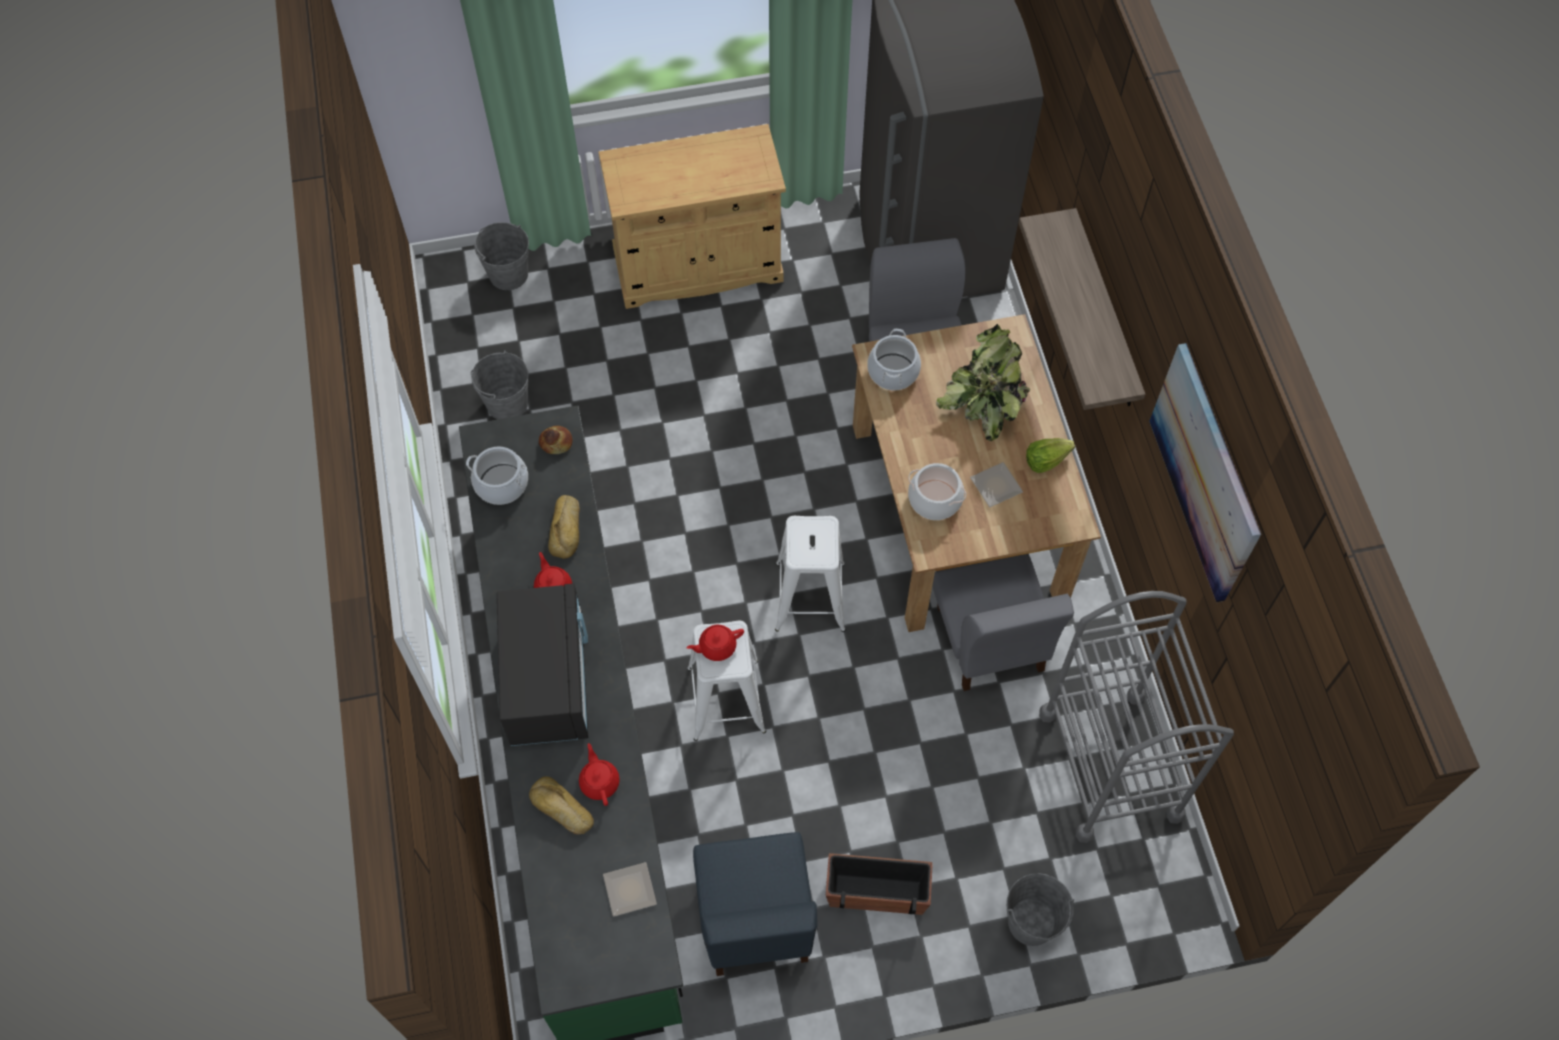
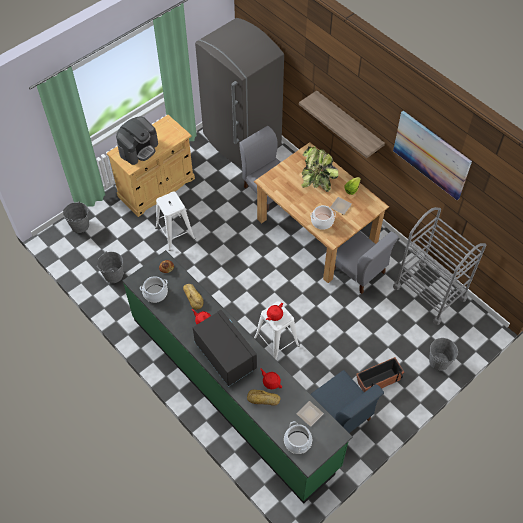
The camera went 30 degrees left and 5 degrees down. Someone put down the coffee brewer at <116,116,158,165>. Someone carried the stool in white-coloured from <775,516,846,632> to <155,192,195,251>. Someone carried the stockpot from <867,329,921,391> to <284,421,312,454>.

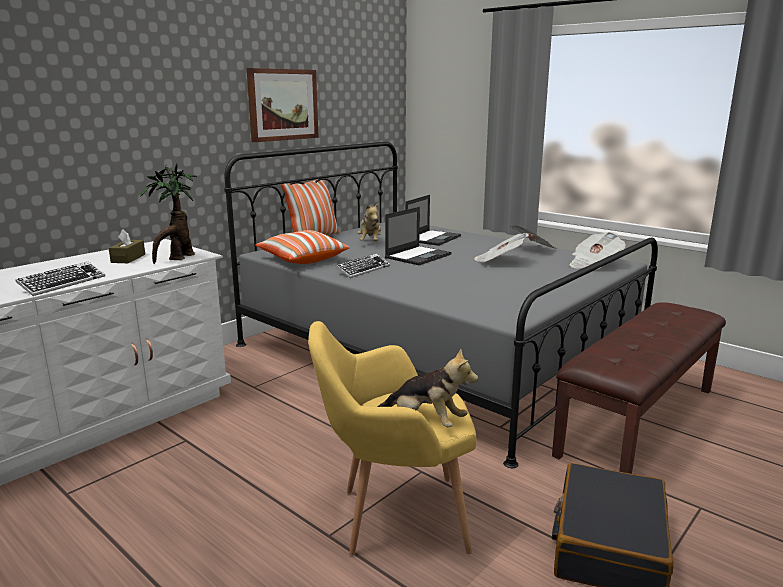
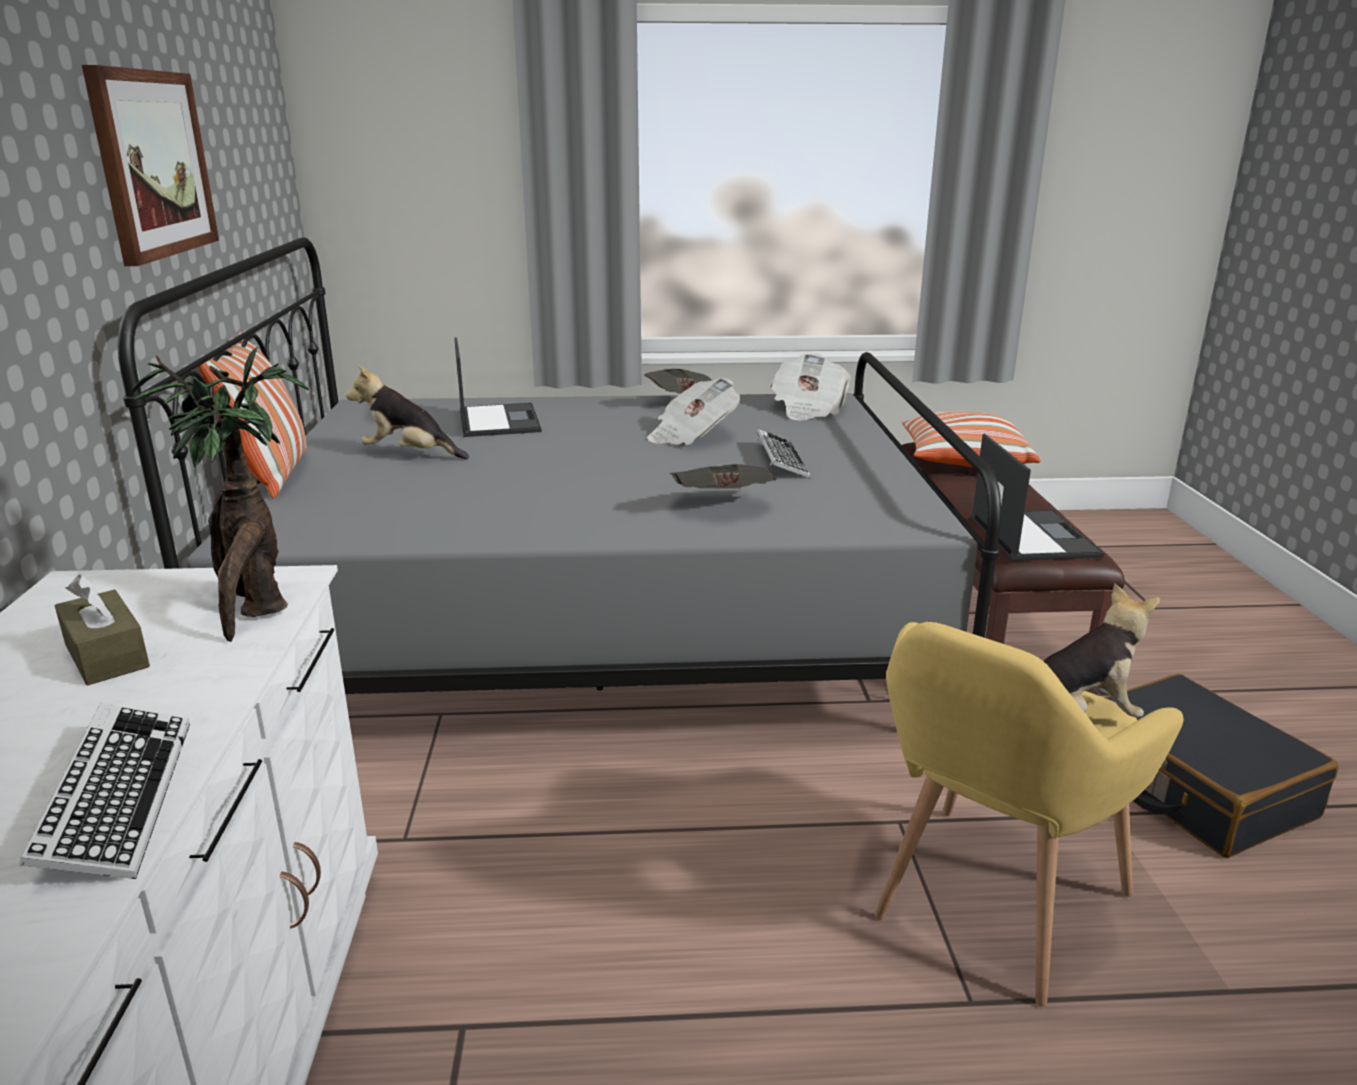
The camera went 45 degrees left and 5 degrees up. Someone rotated the soft toy at <357,203,381,241> by 150 degrees clockwise. Someone put down the printed paper at <669,464,777,489>. Someone carried the keyboard from <335,254,390,278> to <757,429,810,478>. Someone carried the throw pillow from <255,230,350,264> to <901,412,1041,467>. Someone carried the notebook computer from <385,207,452,265> to <971,433,1105,561>.

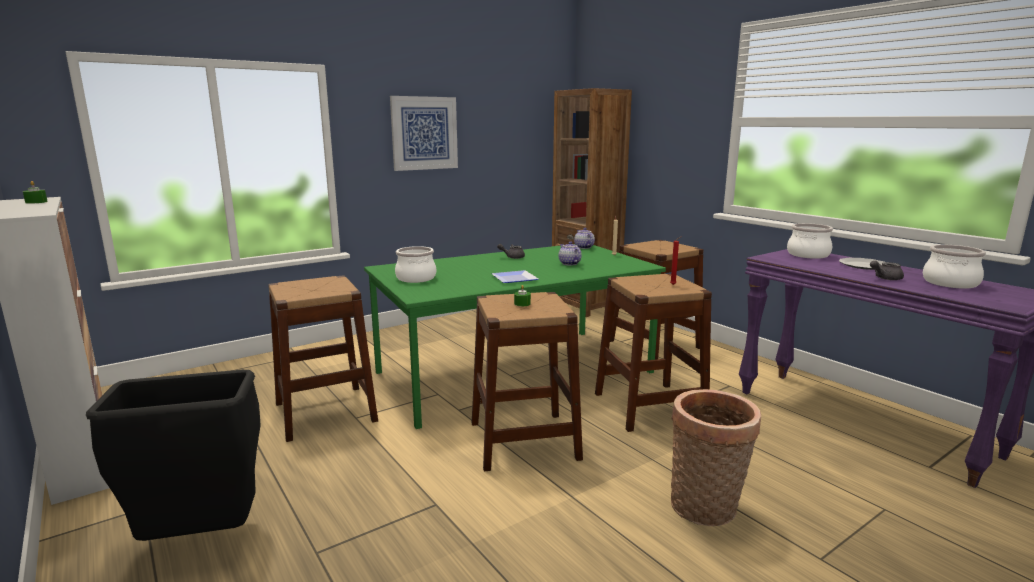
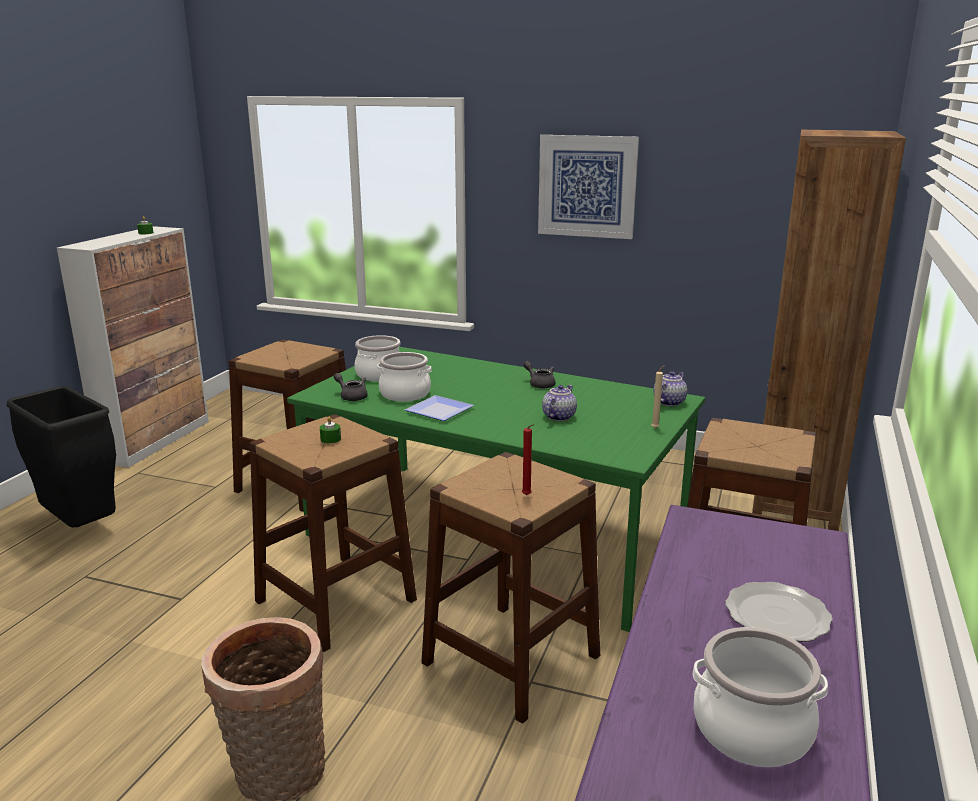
The camera went 55 degrees right and 5 degrees up. Someone carried the tea pot in grey from <870,260,904,280> to <334,373,368,401>. Someone carried the stockpot from <787,223,833,259> to <377,352,432,402>.

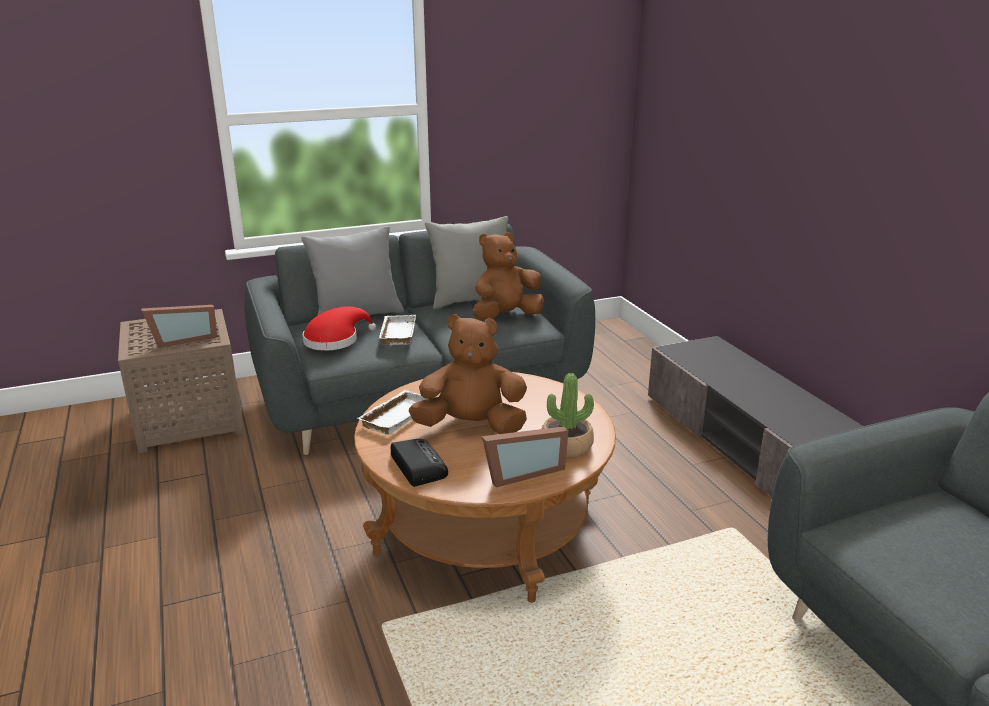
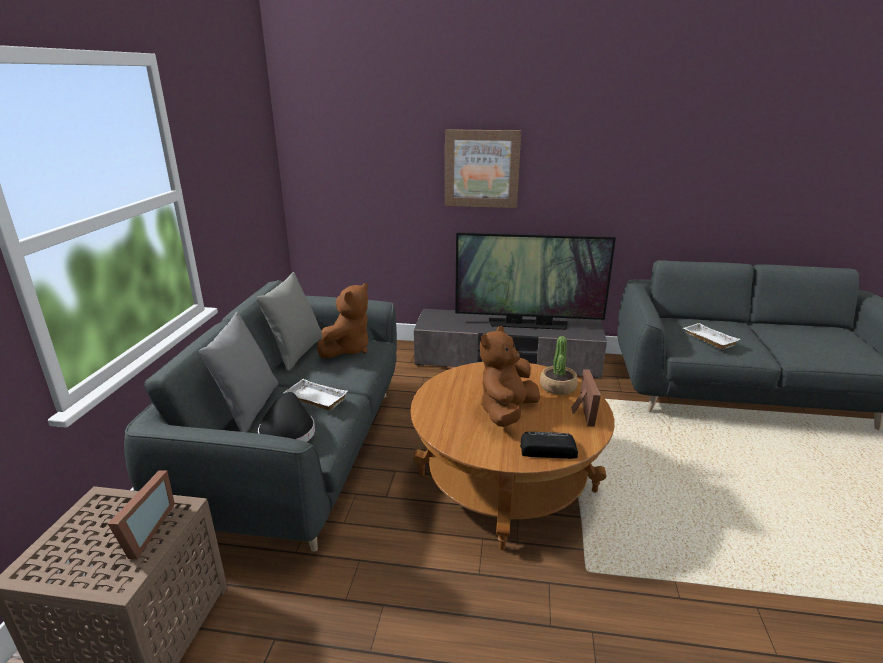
The camera went 60 degrees left and 0 degrees up. Someone repainted the hat in reddish at <303,307,376,351>, which became the hat in black at <258,392,315,442>. Someone rotated the soft toy in brown-coloured at <473,232,544,320> by 150 degrees counterclockwise. Someone put up the wall art at <445,129,521,208>. Someone put down the TV at <455,232,616,330>. Someone carried the carrying tray in white-coloured from <358,390,426,435> to <683,323,740,349>.

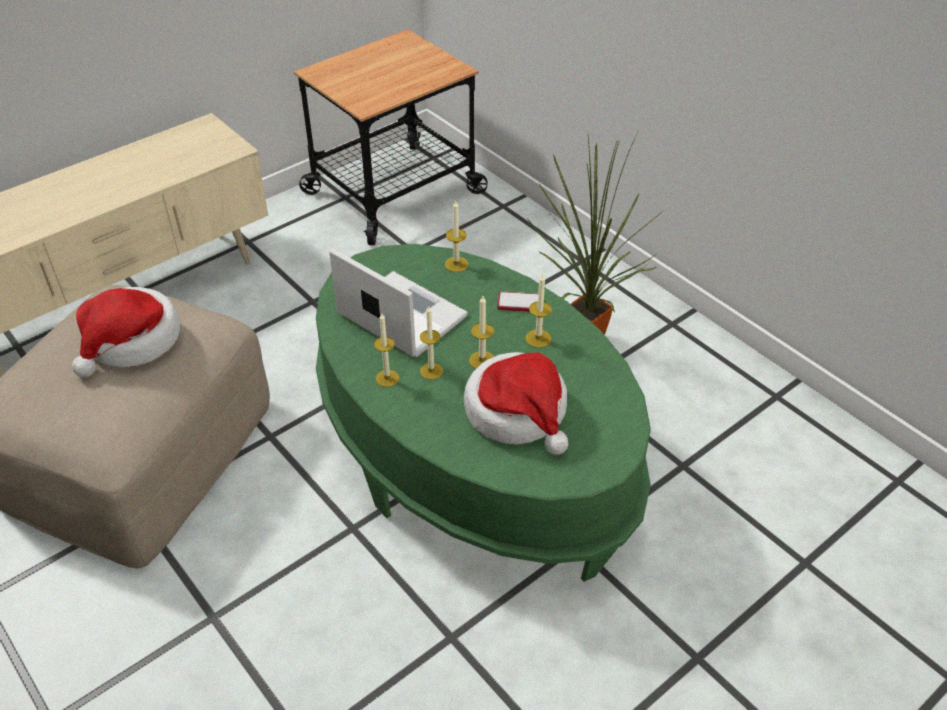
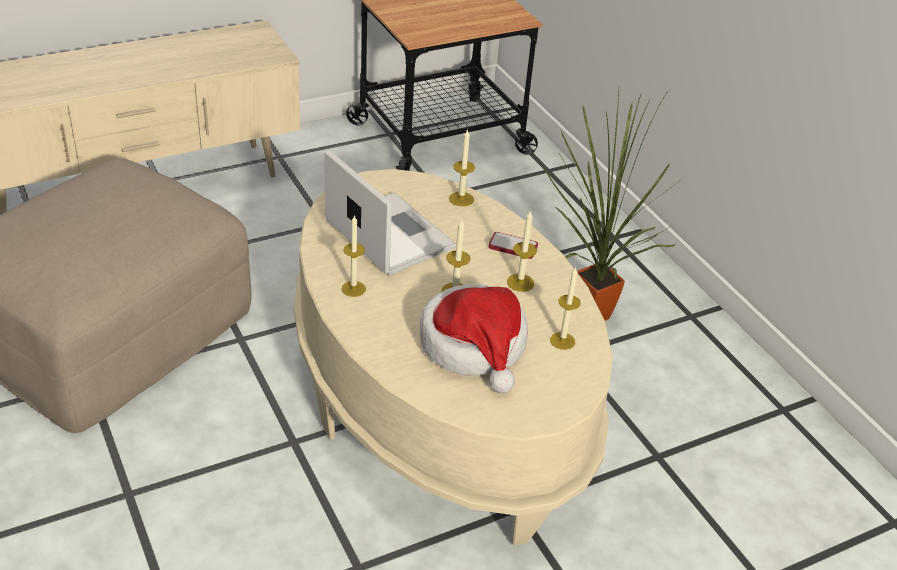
The camera went 10 degrees right and 5 degrees down. Someone repainted the low table in green-coloured at <316,244,651,582>, which became the low table in sand-coloured at <294,169,613,546>. Someone carried the wax light from <420,306,443,380> to <550,267,580,350>. Someone took away the hat at <72,287,181,378>.

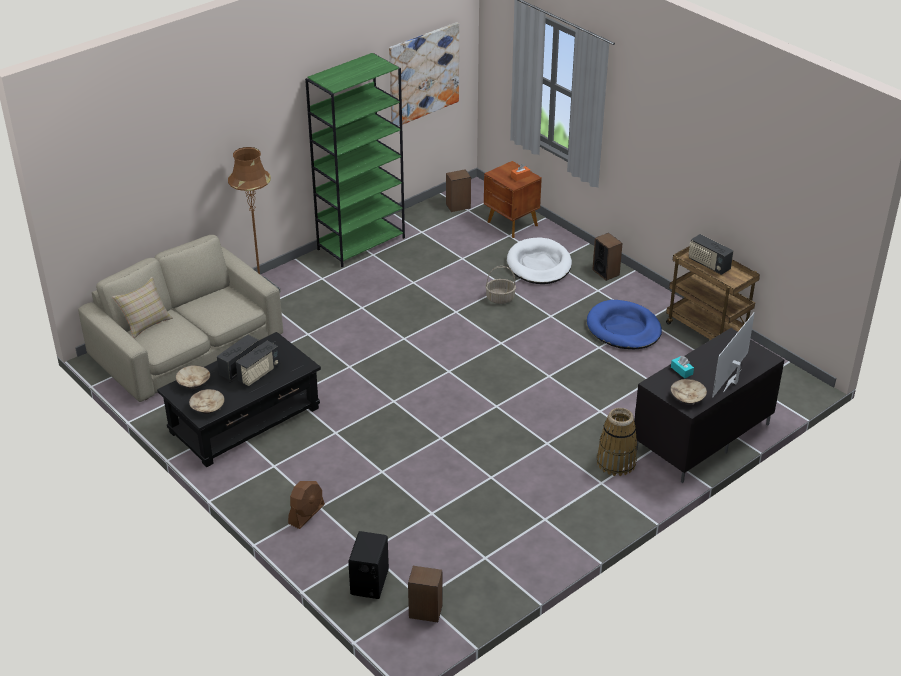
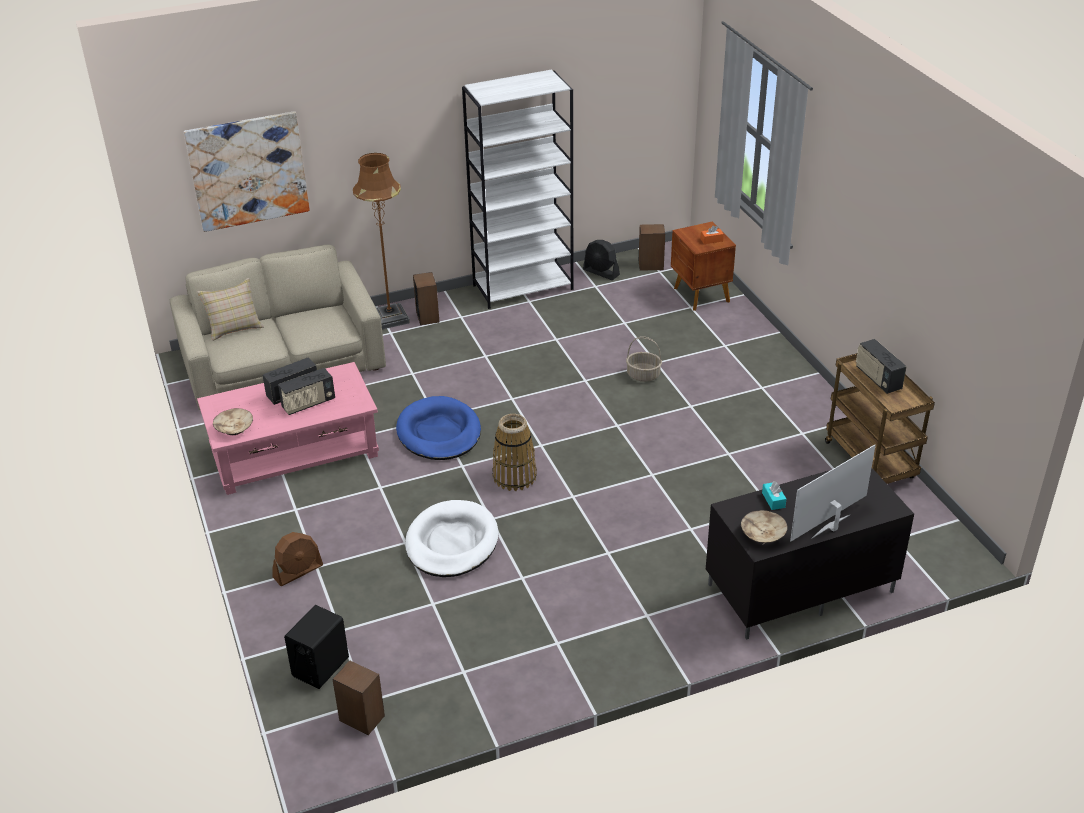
The camera went 20 degrees right and 0 degrees up. Someone carried the wall art from <389,22,459,126> to <184,111,310,232>. Someone repainted the low table in black at <157,332,321,467>, which became the low table in pinkish at <197,362,379,495>. Someone carried the dog cushion in blue-coloured from <587,300,662,349> to <396,396,481,460>. Someone carried the dog cushion in white-coloured from <507,237,572,284> to <405,500,499,577>. Someone carried the speaker from <592,233,623,281> to <413,272,440,325>. Someone repainted the shelving unit in green-coloured at <305,53,405,267>, which became the shelving unit in white-coloured at <462,70,573,309>. Someone carried the storage basket from <597,408,637,476> to <492,414,537,491>. Someone put down the fan in black at <583,240,620,280>. Someone took away the deep dish in sand-coloured at <176,365,210,389>.

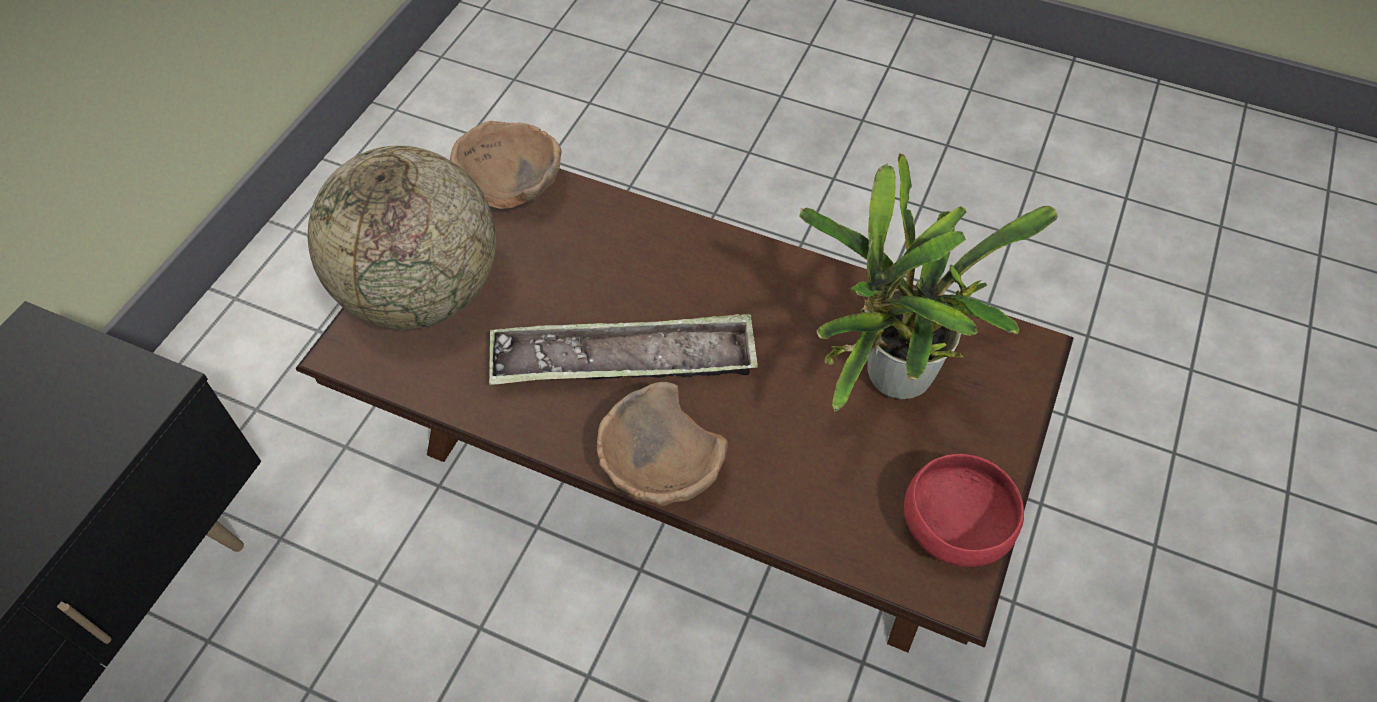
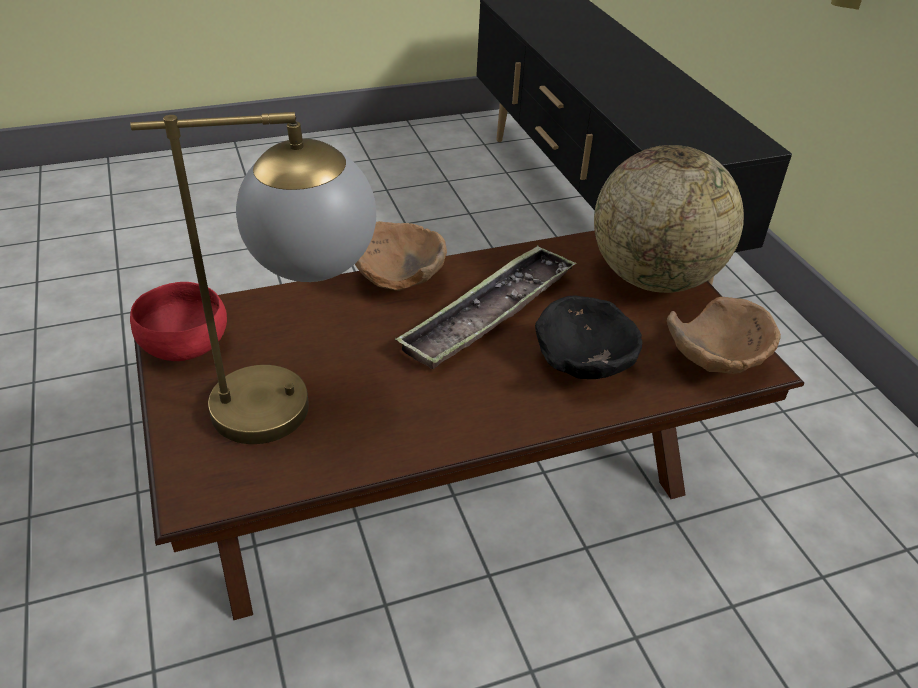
The camera went 135 degrees right and 15 degrees down. Someone swapped the plant in a pot at <799,153,1058,412> for the tabletop lamp at <130,112,376,444>. Someone put down the deep dish in black at <535,295,642,379>.

